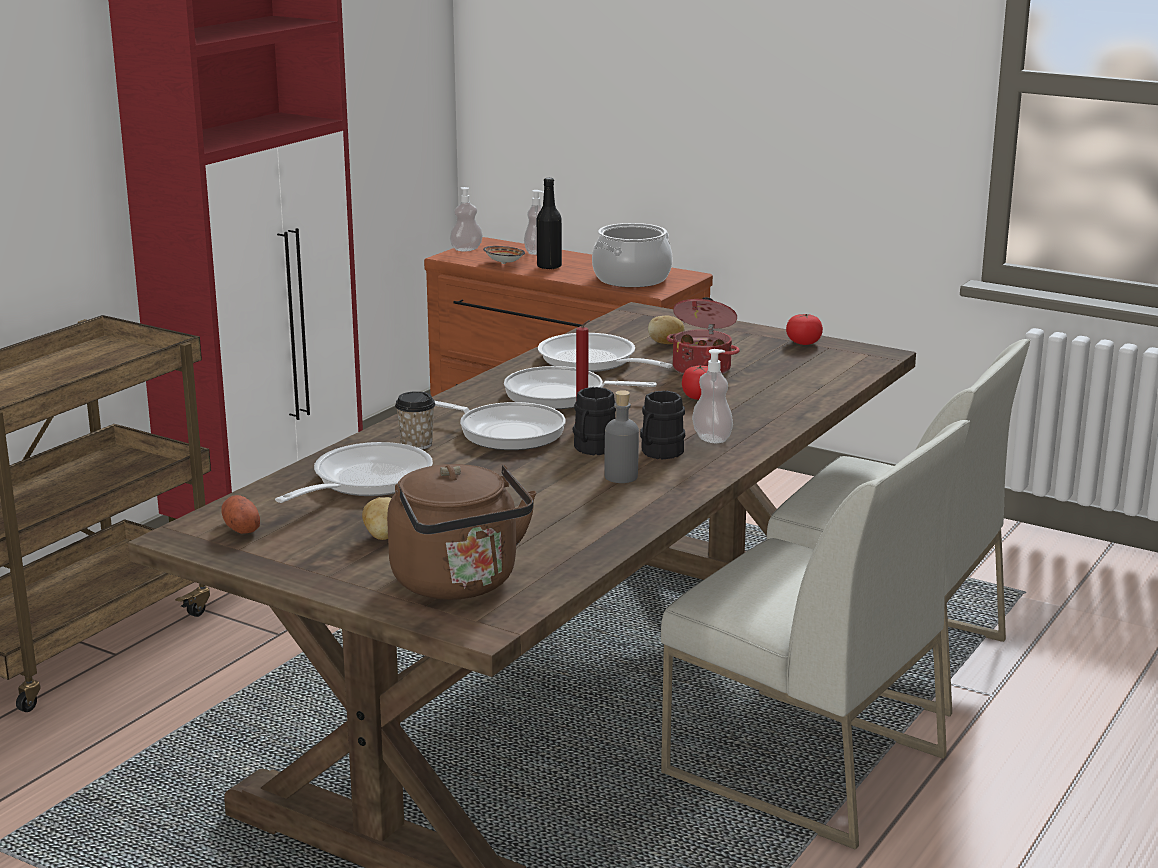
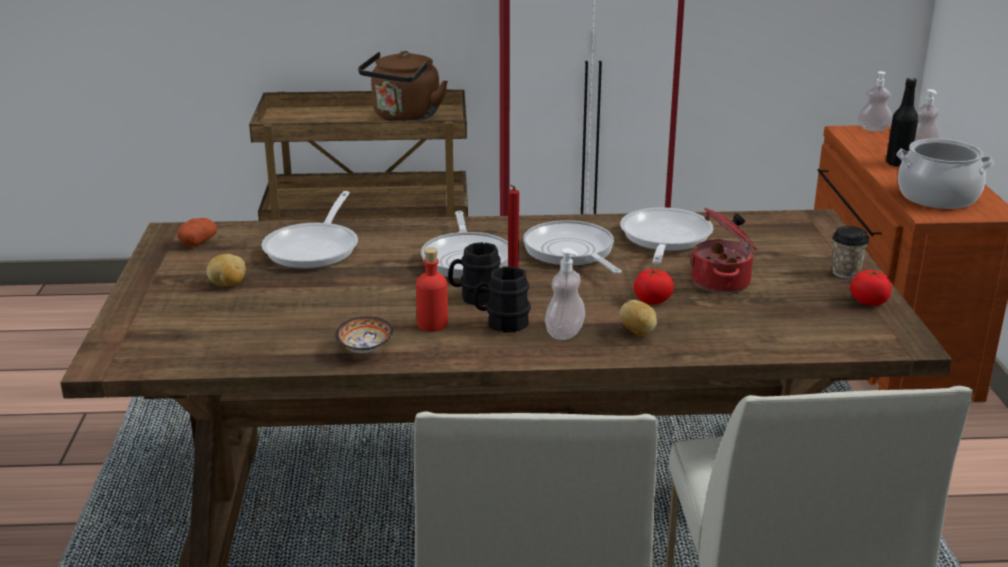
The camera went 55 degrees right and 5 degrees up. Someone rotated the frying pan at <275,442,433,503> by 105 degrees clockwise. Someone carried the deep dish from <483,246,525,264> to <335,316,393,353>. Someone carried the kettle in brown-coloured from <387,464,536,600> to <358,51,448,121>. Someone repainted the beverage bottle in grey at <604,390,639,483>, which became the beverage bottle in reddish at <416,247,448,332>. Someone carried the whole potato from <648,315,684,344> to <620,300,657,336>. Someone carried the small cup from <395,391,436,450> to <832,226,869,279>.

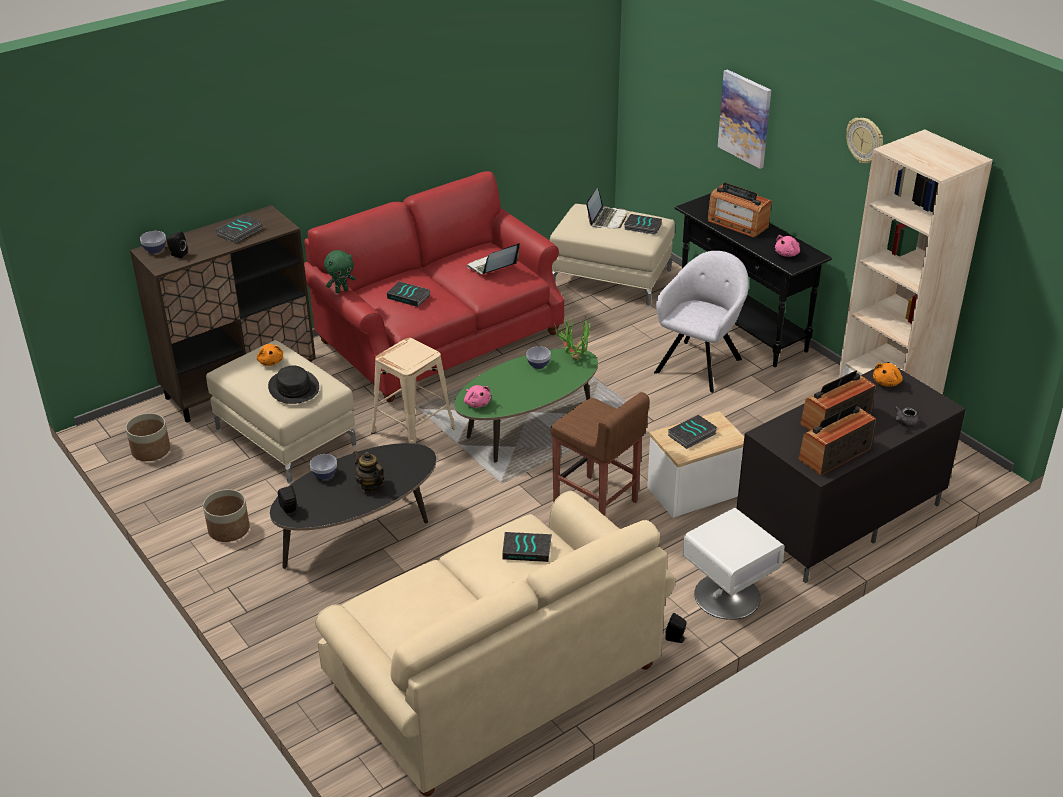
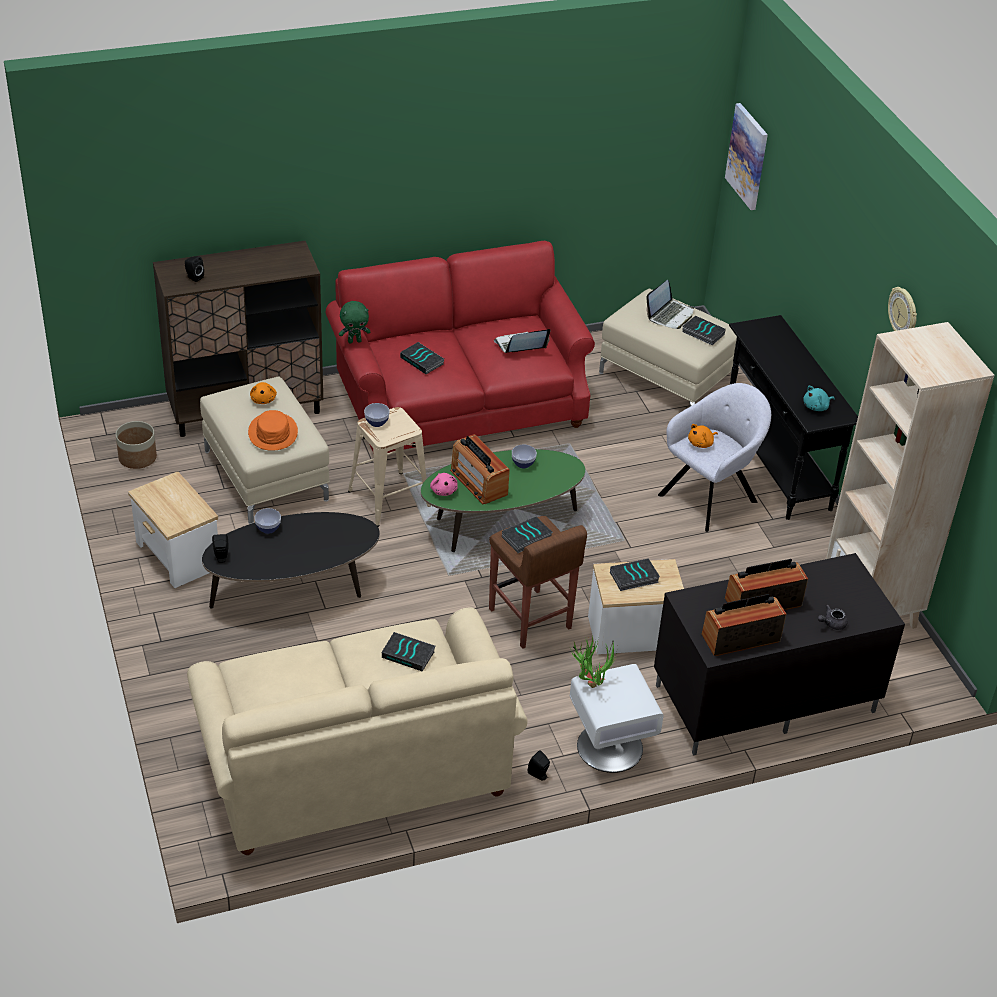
The camera went 15 degrees right and 5 degrees up. Someone swapped the flower pot at <203,489,250,542> for the side table at <128,471,218,588>. Someone repainted the hat in black at <268,366,319,404>, which became the hat in orange at <248,410,298,451>. Someone carried the deep dish from <140,231,166,254> to <364,403,390,427>. Someone carried the radio set from <708,182,772,238> to <450,434,510,504>. Someone carried the bound book from <216,215,263,243> to <502,516,553,553>. Someone carried the plant in a pot from <554,316,590,360> to <570,636,617,688>. Someone carried the soft toy in orange from <873,363,903,387> to <688,424,718,448>. Someone carried the wall art from <718,69,771,169> to <725,103,768,210>. Someone repainted the soft toy in pinkish at <775,235,800,257>, which became the soft toy in turquoise at <803,386,835,411>. Someone took away the tea pot at <354,451,385,492>.

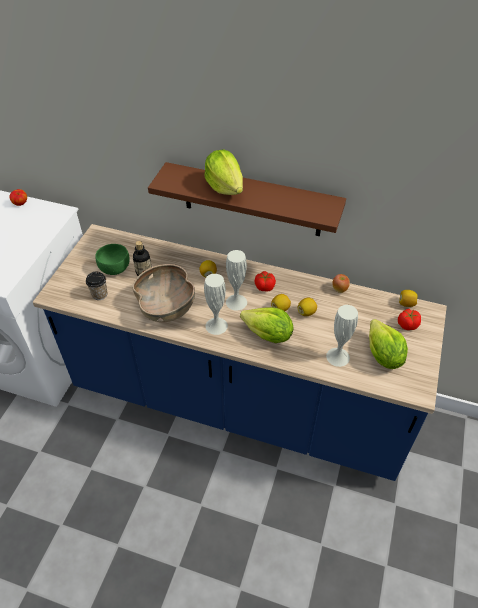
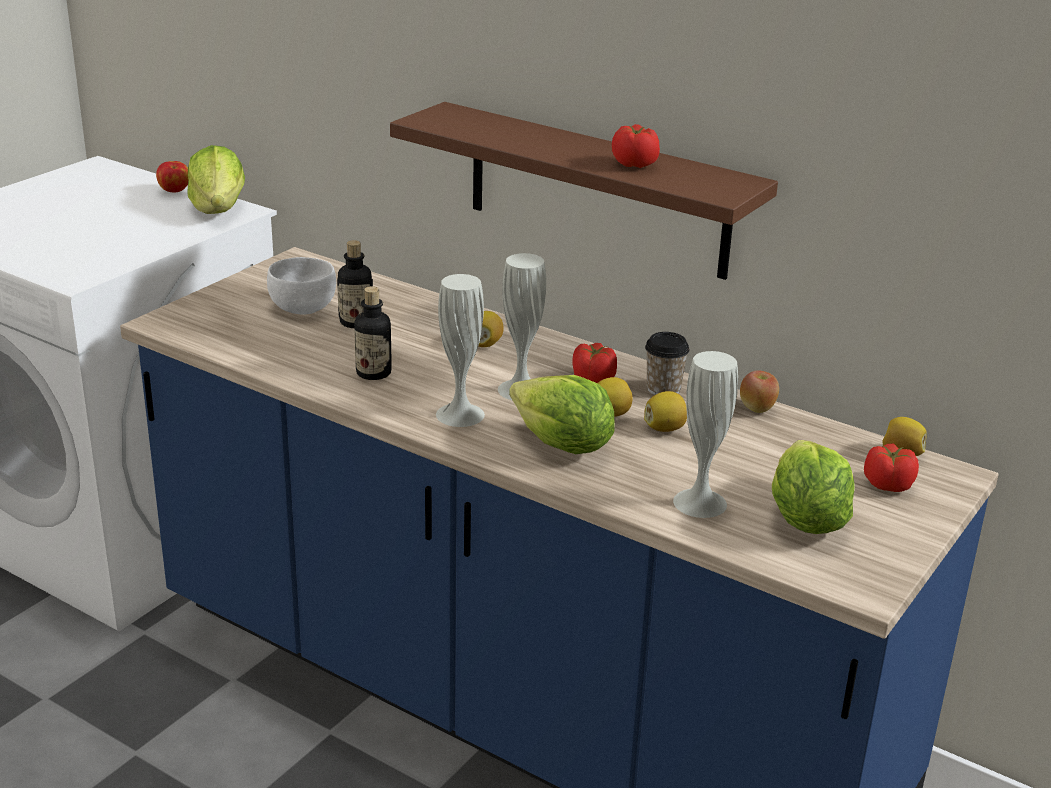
The camera went 15 degrees right and 20 degrees down. Someone carried the lettuce head from <204,149,243,195> to <188,145,245,214>. Someone repainted the deep dish in green-coloured at <95,244,129,275>, which became the deep dish in white-coloured at <267,257,336,315>. Someone swapped the deep dish in brown-coloured at <132,264,195,322> for the beverage bottle at <354,286,392,380>. Someone put down the tomato at <612,124,660,168>. Someone carried the small cup from <86,272,107,300> to <645,332,689,395>.

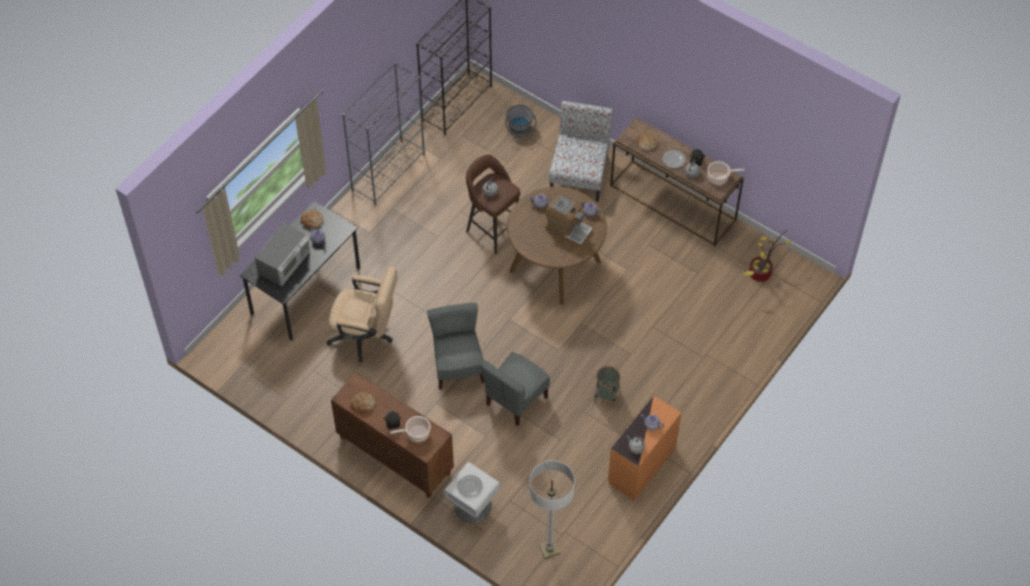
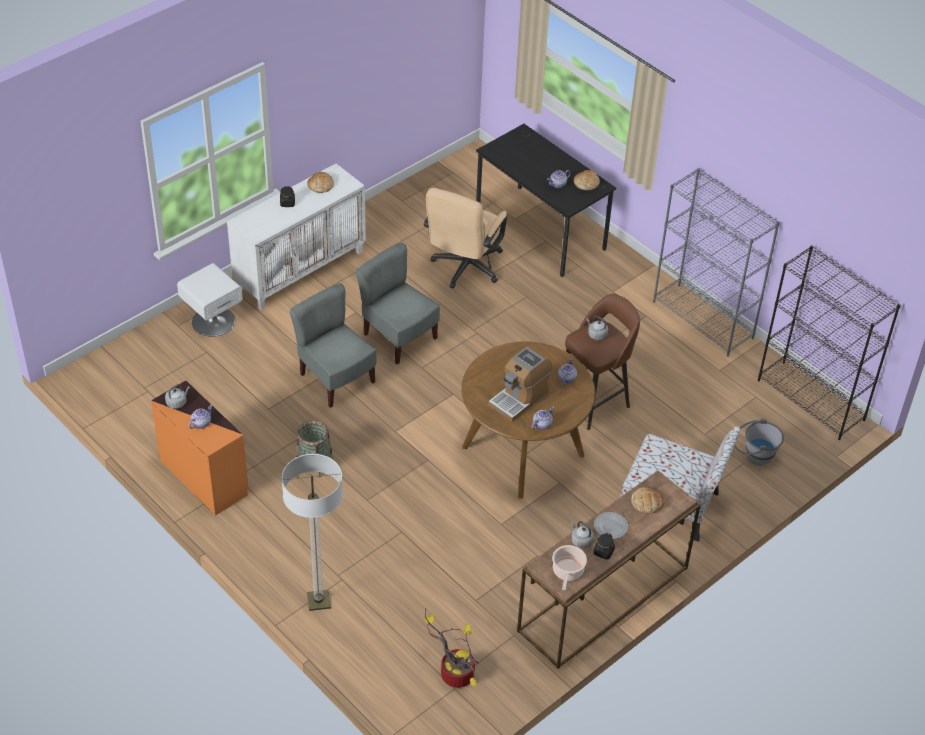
The camera went 100 degrees right and 10 degrees down. Someone repainted the storage cabinet in brown-coloured at <331,372,454,498>, which became the storage cabinet in white-coloured at <227,164,366,310>. Someone carried the standard lamp from <529,460,575,559> to <282,454,343,611>. Someone rotated the upright chair in grey at <427,303,484,390> by 135 degrees counterclockwise. Someone took away the kitchen microwave at <254,223,310,286>. Someone took away the stockpot at <390,416,431,442>. Someone took away the dinner plate at <457,475,483,498>.

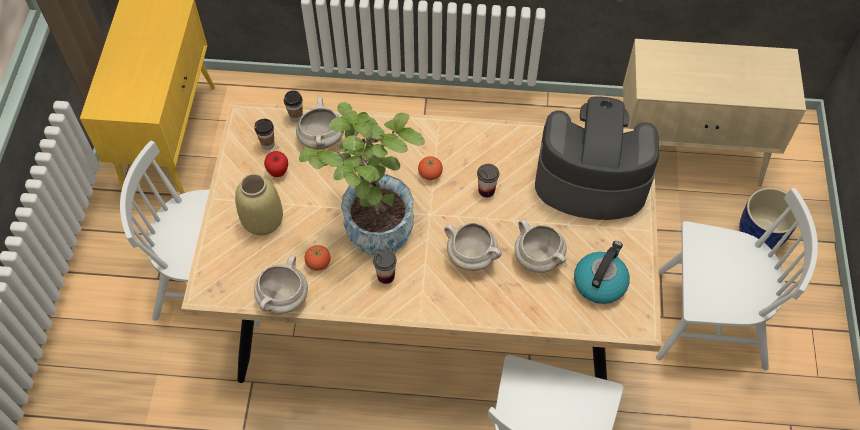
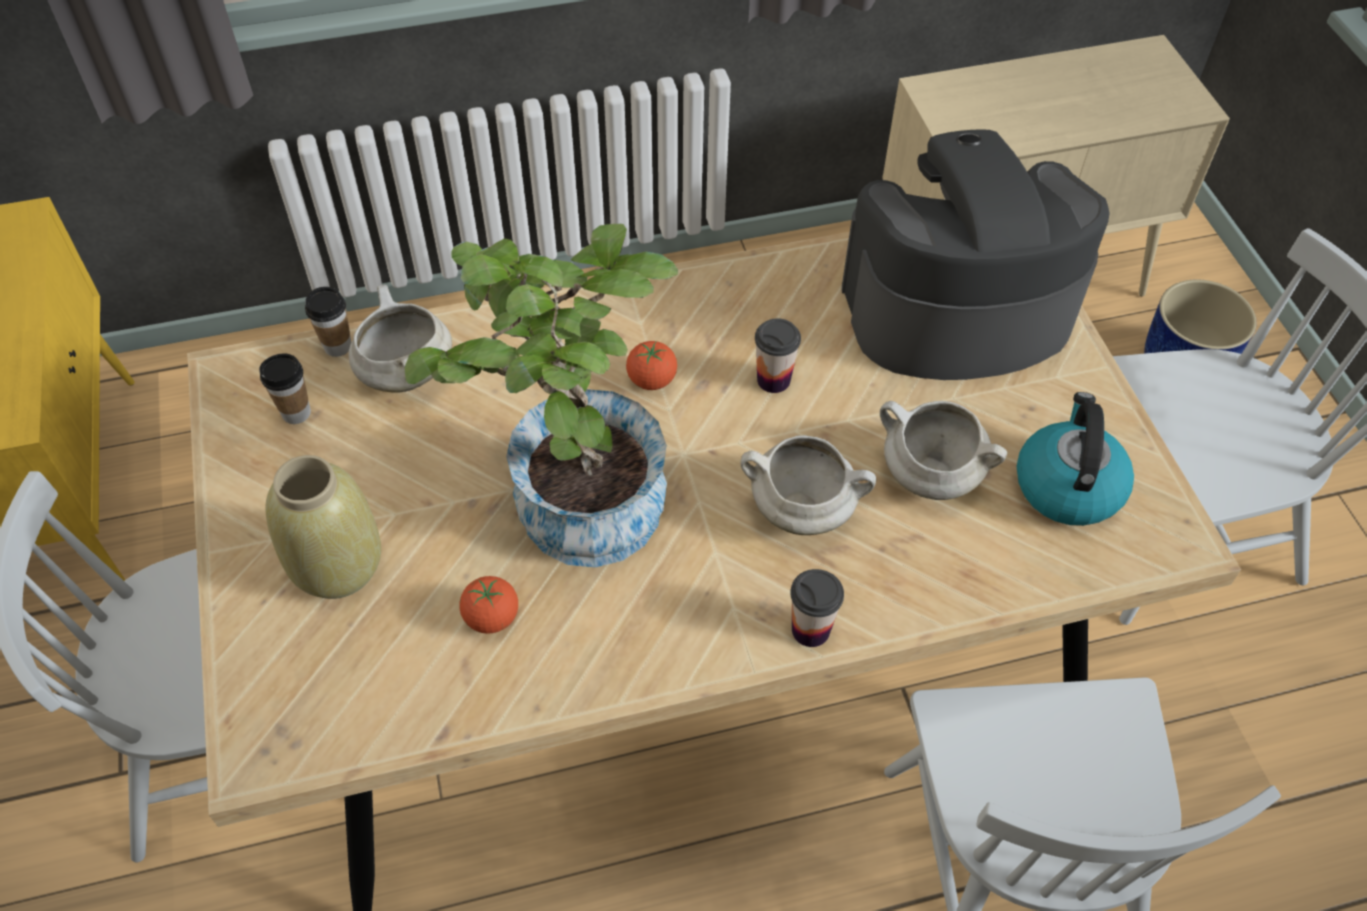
The camera went 20 degrees left and 5 degrees down. Someone carried the small cup from <373,250,397,284> to <790,569,844,647>. Someone took away the stockpot in white-coloured at <254,255,308,314>. Someone took away the whole apple at <264,151,288,177>.

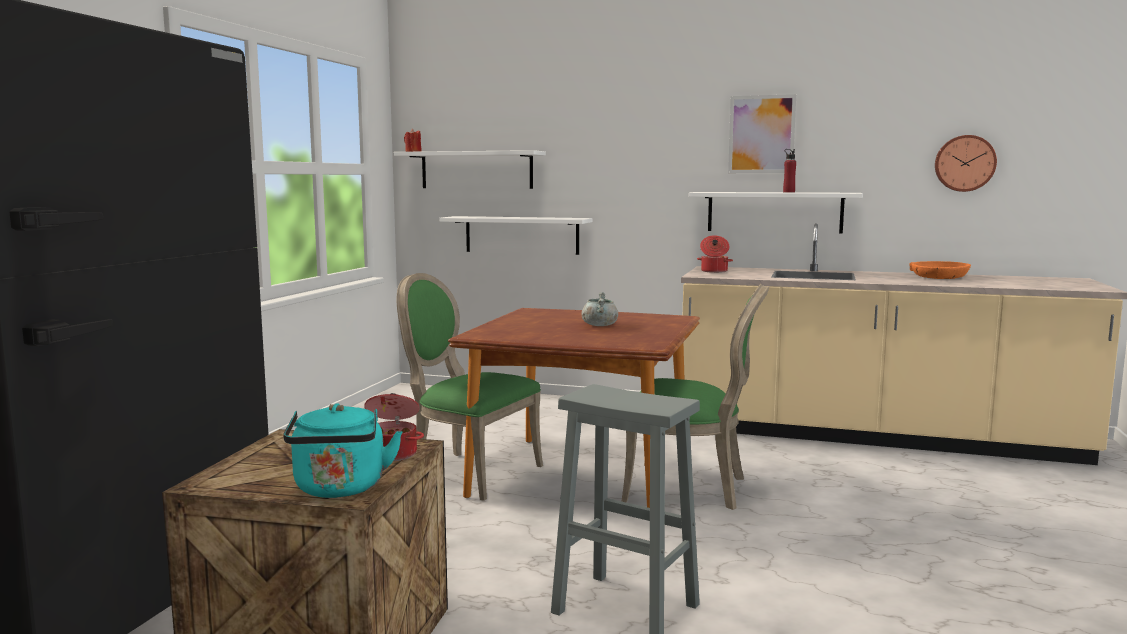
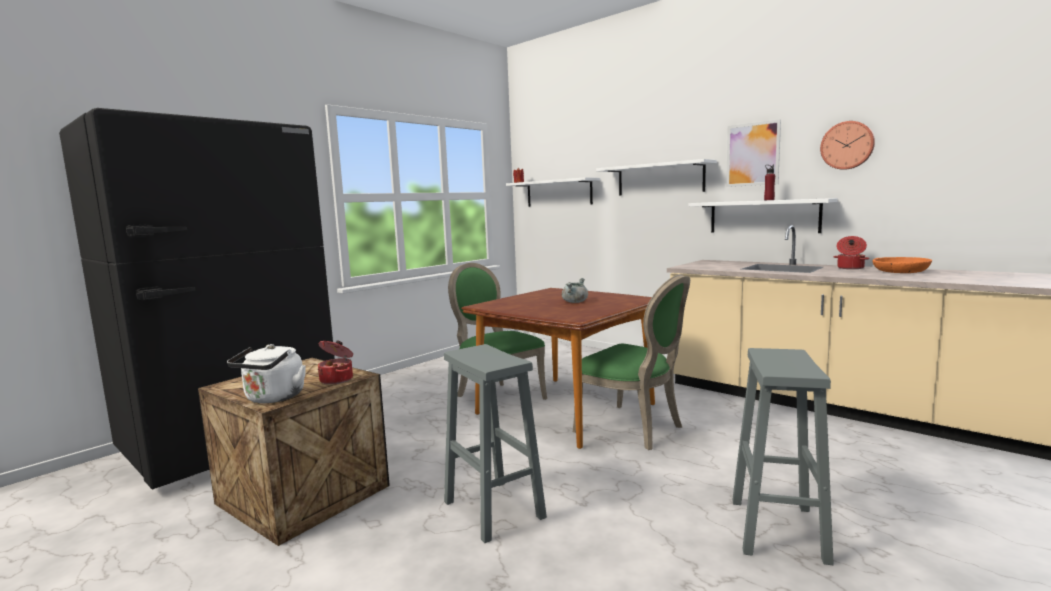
The camera went 25 degrees right and 0 degrees up. Someone repainted the kettle in turquoise at <283,403,402,498>, which became the kettle in white-coloured at <227,344,306,403>. Someone carried the bracket shelf in white-coloured from <439,216,592,255> to <596,159,717,196>. Someone put down the stool in grey at <732,348,834,565>. Someone carried the wall clock from <935,135,997,192> to <820,121,875,170>. Someone carried the stockpot from <697,235,733,273> to <834,236,870,269>.

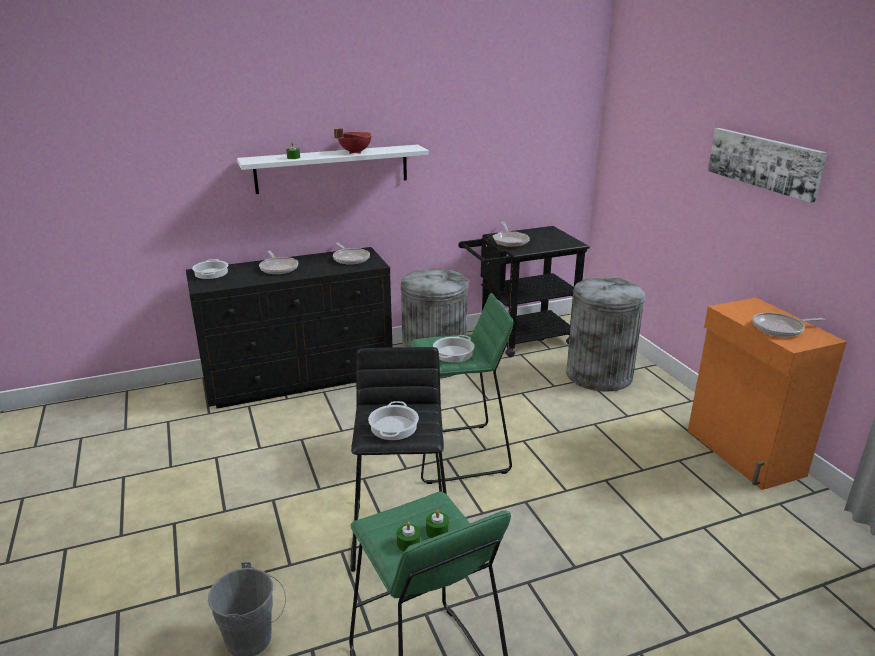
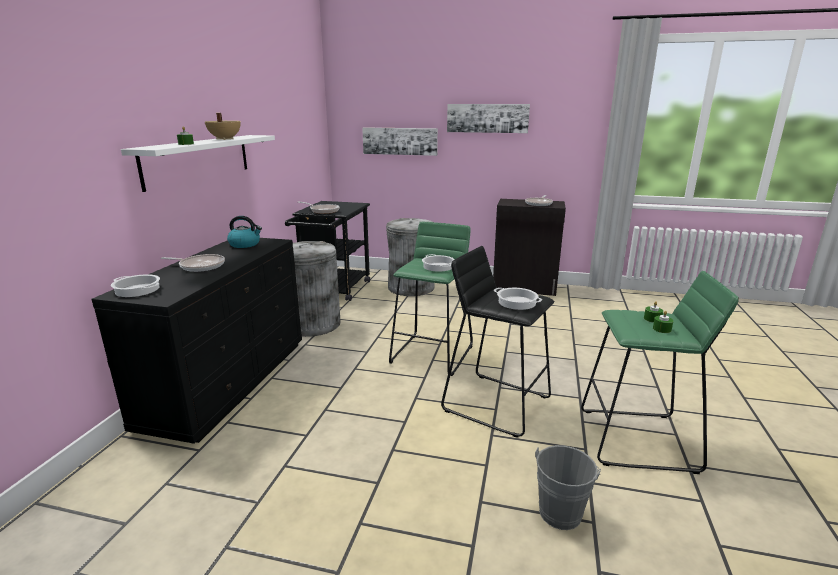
The camera went 55 degrees left and 5 degrees down. Someone repainted the stockpot in reddish at <334,128,372,154>, which became the stockpot in sand-coloured at <204,113,241,140>. Someone swapped the frying pan at <333,243,370,264> for the kettle at <227,216,262,248>. Someone put up the wall art at <362,127,438,156>. Someone repainted the storage cabinet in orange at <688,297,847,490>, which became the storage cabinet in black at <493,199,566,296>.

